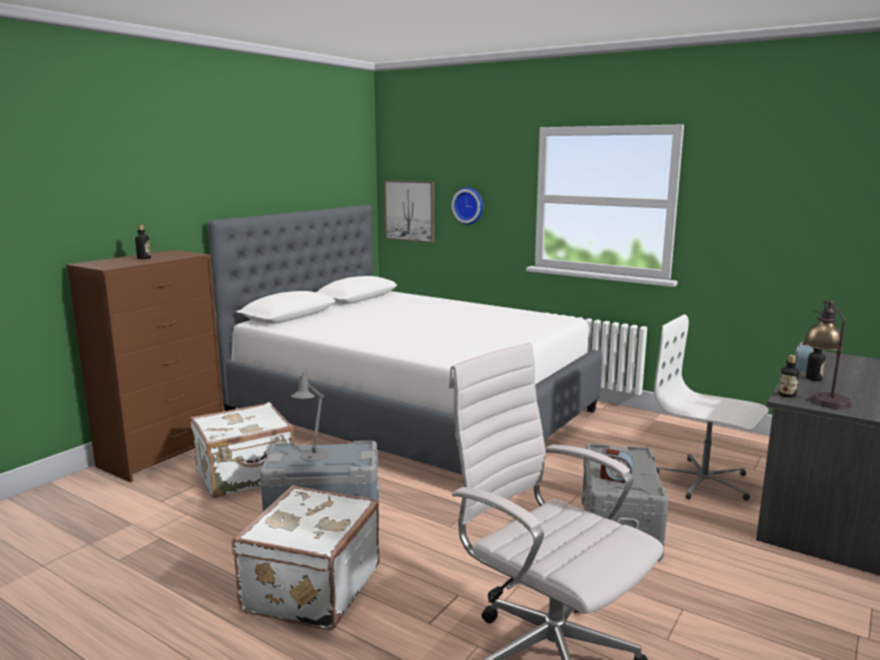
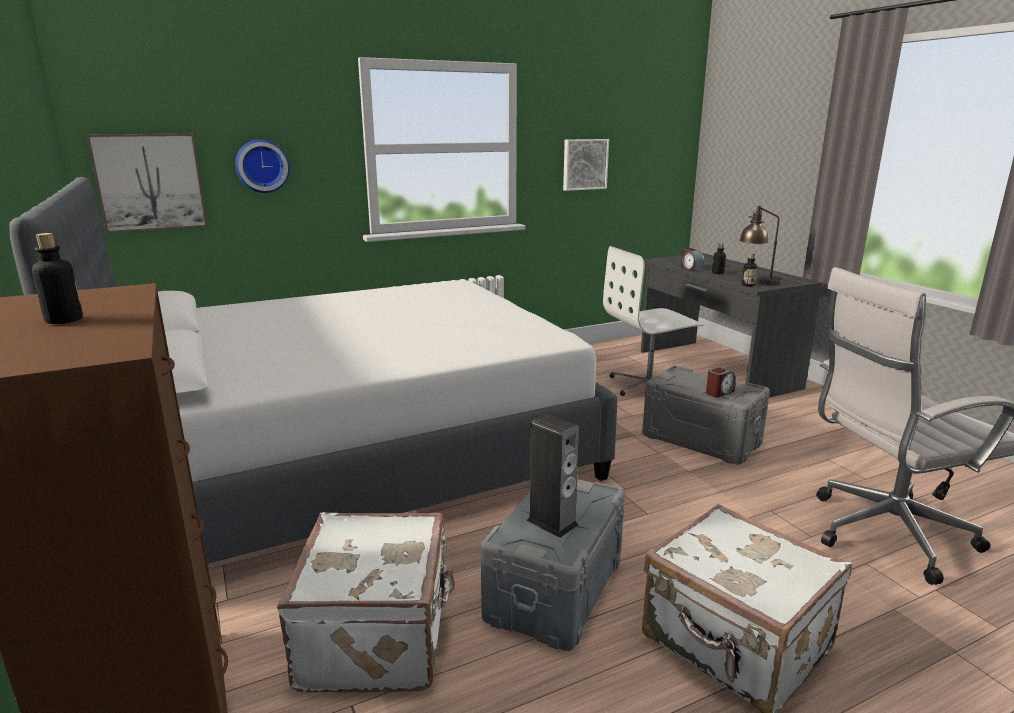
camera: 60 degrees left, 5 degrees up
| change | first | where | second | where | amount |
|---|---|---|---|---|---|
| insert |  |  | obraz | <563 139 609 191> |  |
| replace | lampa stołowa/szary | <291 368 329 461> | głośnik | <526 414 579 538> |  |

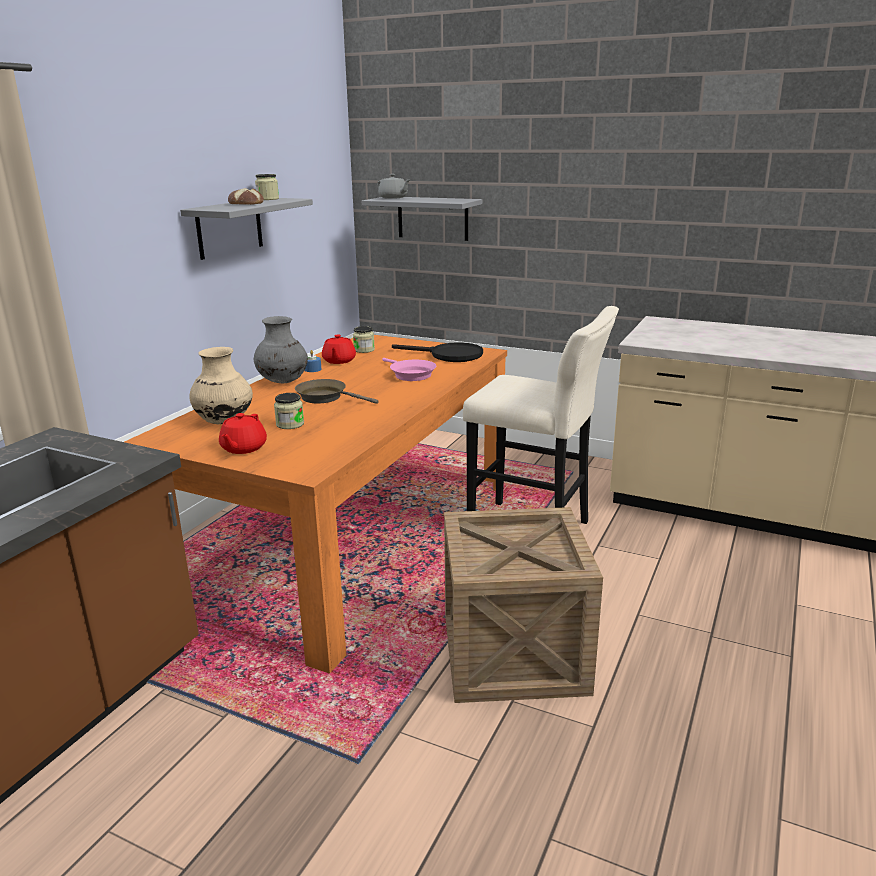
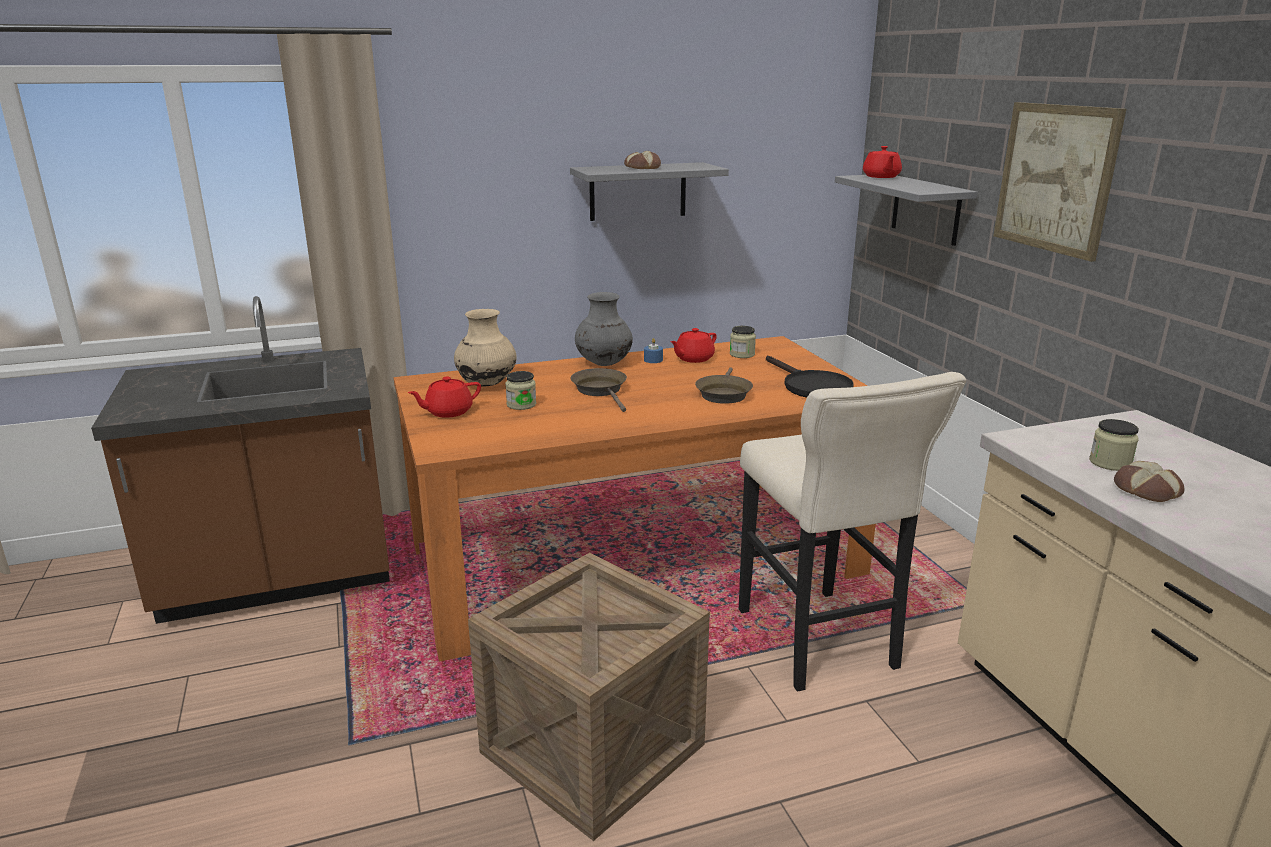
camera: 45 degrees right, 0 degrees up
| change | first | where | second | where | amount |
|---|---|---|---|---|---|
| insert |  |  | obraz | <993 102 1126 262> |  |
| insert |  |  | chleb | <1114 461 1184 502> |  |
| move | słoik | <255 174 279 200> |  | <1089 419 1139 471> |  |
| recolor | imbryk/szary | <377 174 410 199> | imbryk/czerwony | <863 146 902 178> |  |
| recolor | patelnia/różowy | <382 358 436 381> | patelnia/brązowy | <695 367 753 404> |  |

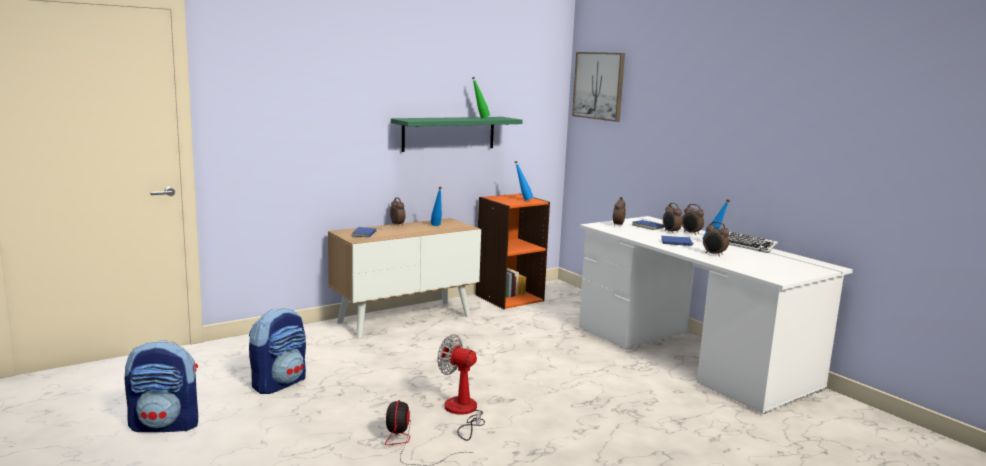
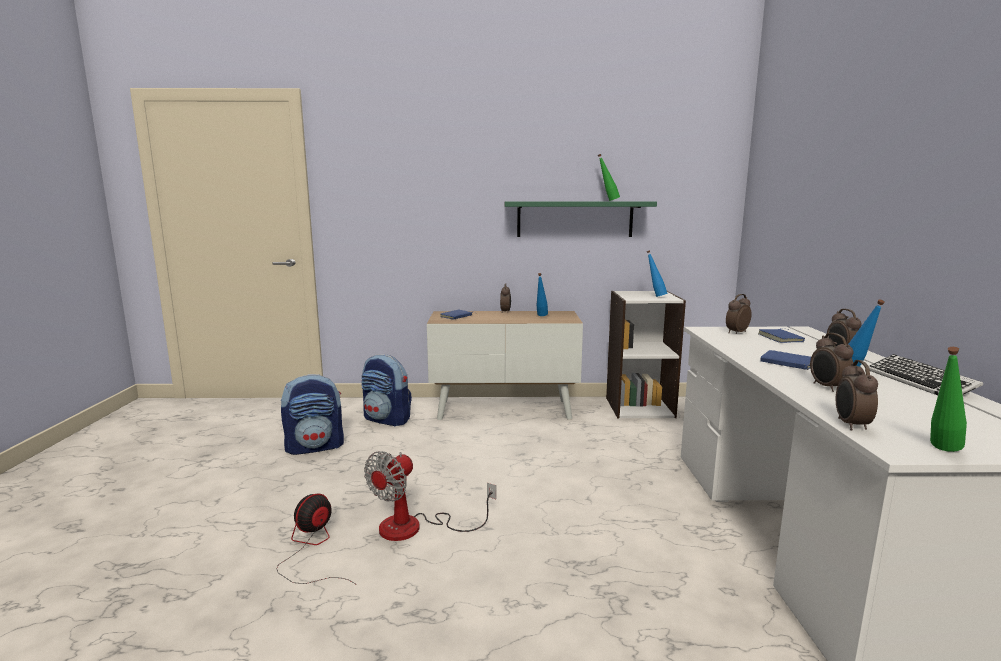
camera: 35 degrees right, 0 degrees up
| change | first | where | second | where | amount |
|---|---|---|---|---|---|
| delete | obraz | <572 52 625 122> |  |  |  |
| insert |  |  | butelka/zielony | <930 347 967 452> |  |
| move | plecak | <125 340 198 432> |  | <361 354 412 427> |  |
| move | budzik | <663 203 682 234> |  | <836 360 878 431> |  |
| recolor | regał/pomarańczowy | <475 193 550 309> | regał/biały | <606 291 686 418> |  |
| rotate | wentylator | <438 334 485 441> |  | <364 451 496 541> | 120 degrees counterclockwise |

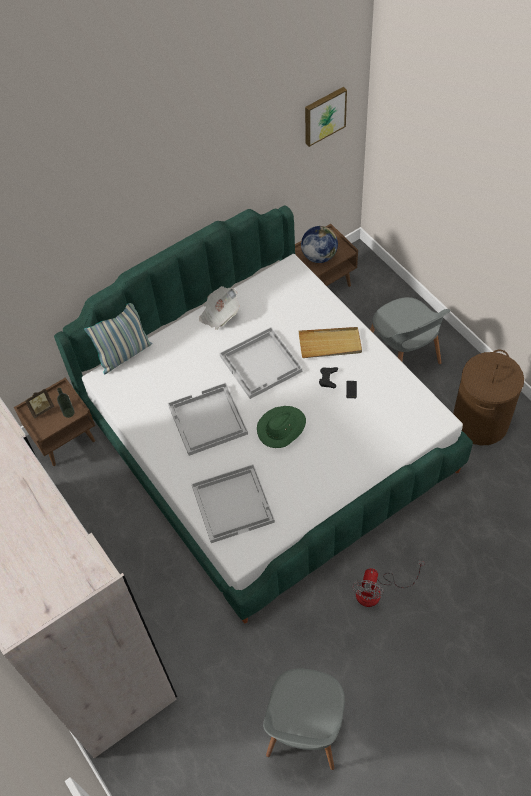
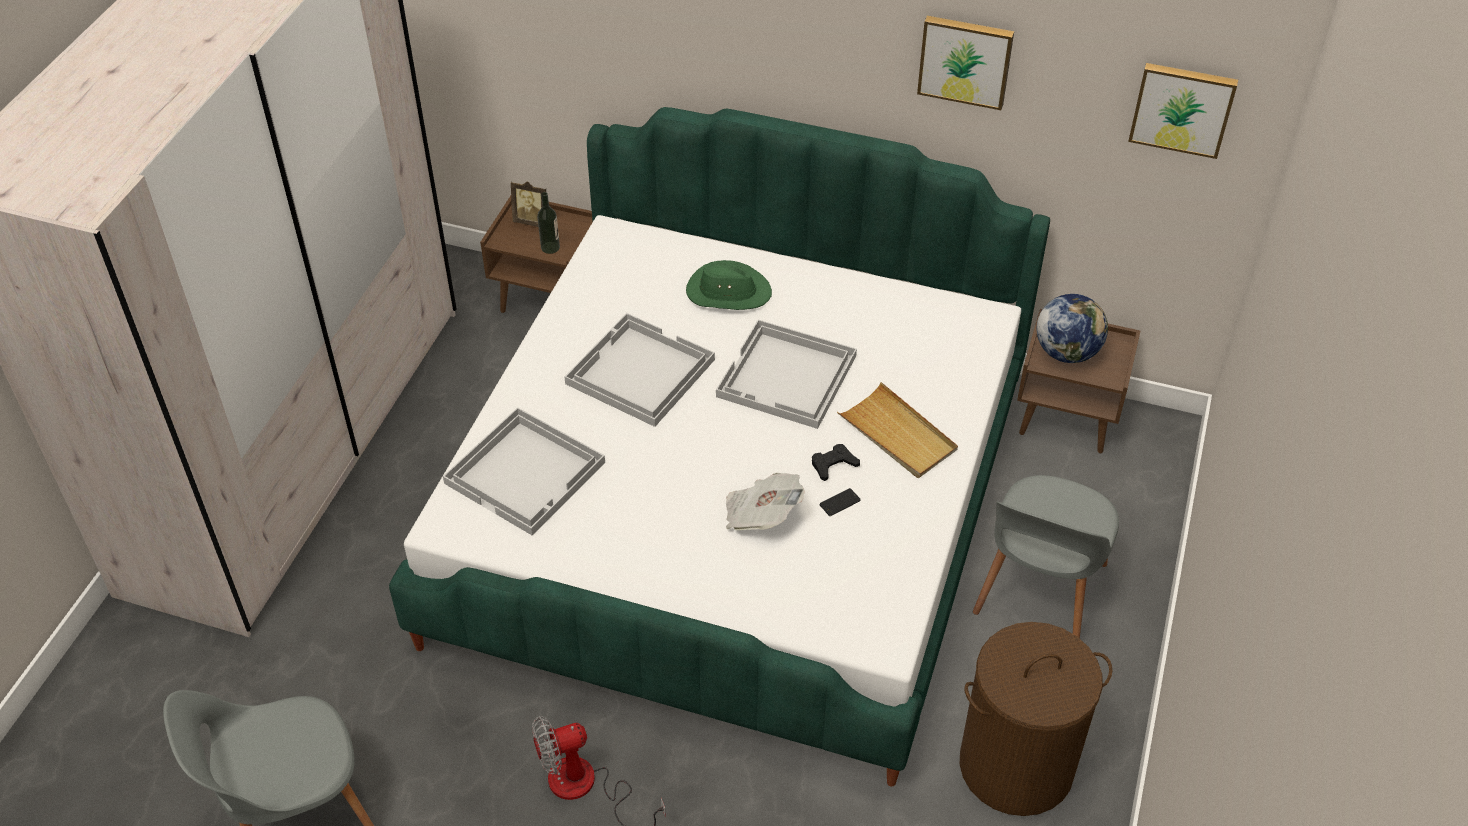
camera: 50 degrees right, 10 degrees down
| change | first | where | second | where | amount |
|---|---|---|---|---|---|
| delete | poduszka | <84 303 152 374> |  |  |  |
| insert |  |  | obraz | <917 16 1014 110> |  |
| move | gazeta | <199 286 239 330> |  | <726 473 805 531> |  |
| move | kapelusz/zielony | <257 406 306 448> |  | <686 260 772 310> |  |

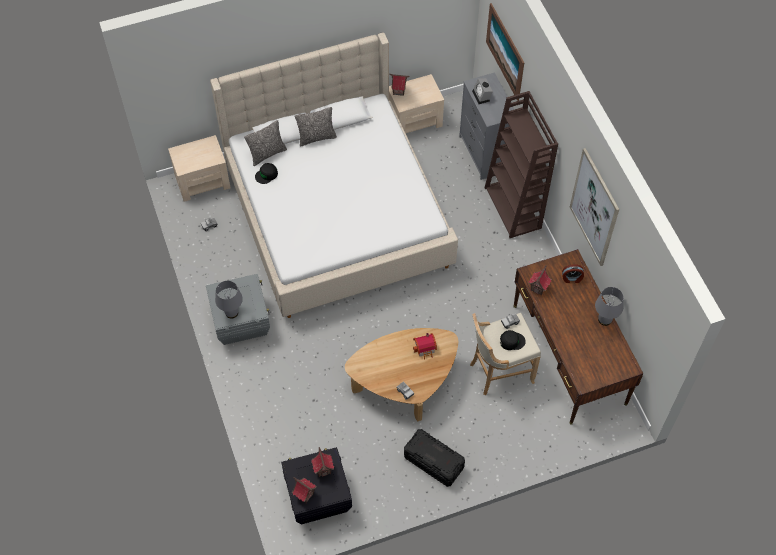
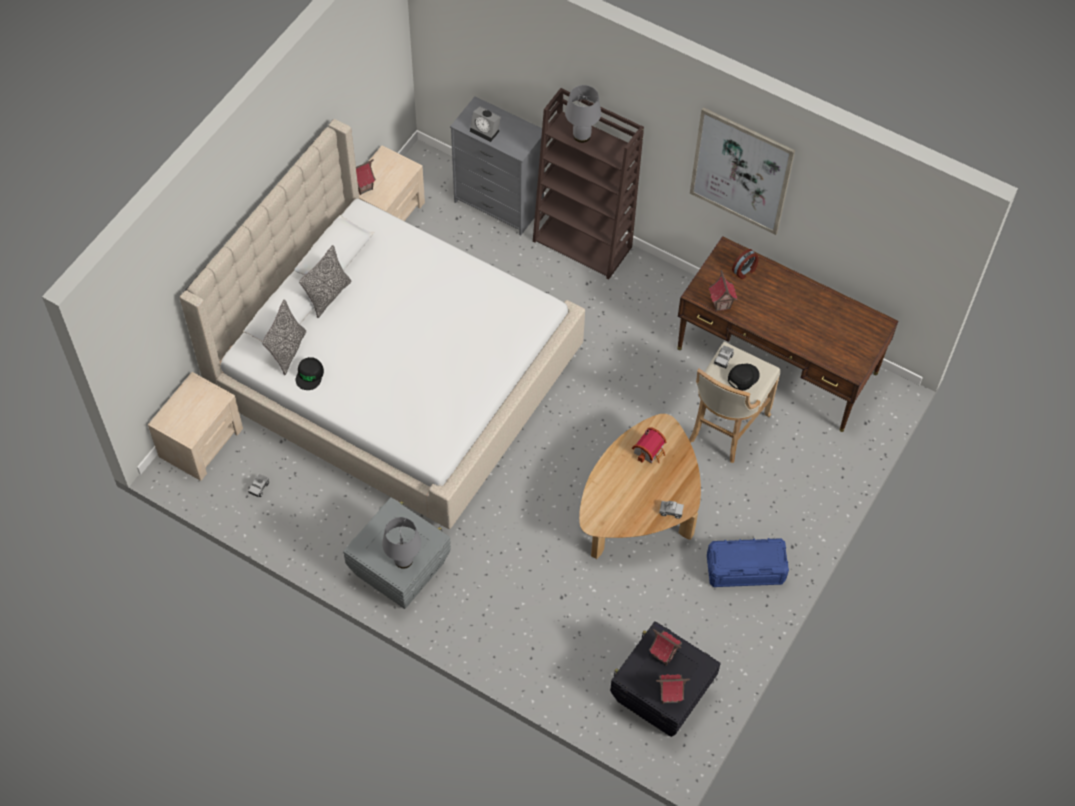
camera: 40 degrees left, 0 degrees up
| change | first | where | second | where | amount |
|---|---|---|---|---|---|
| delete | obraz | <486 3 524 101> |  |  |  |
| move | lampa stołowa/szary | <595 287 624 326> |  | <565 85 601 143> |  |
| recolor | pojemnik do przechowywania/czarny | <404 429 465 487> | pojemnik do przechowywania/niebieski | <707 538 789 587> |  |

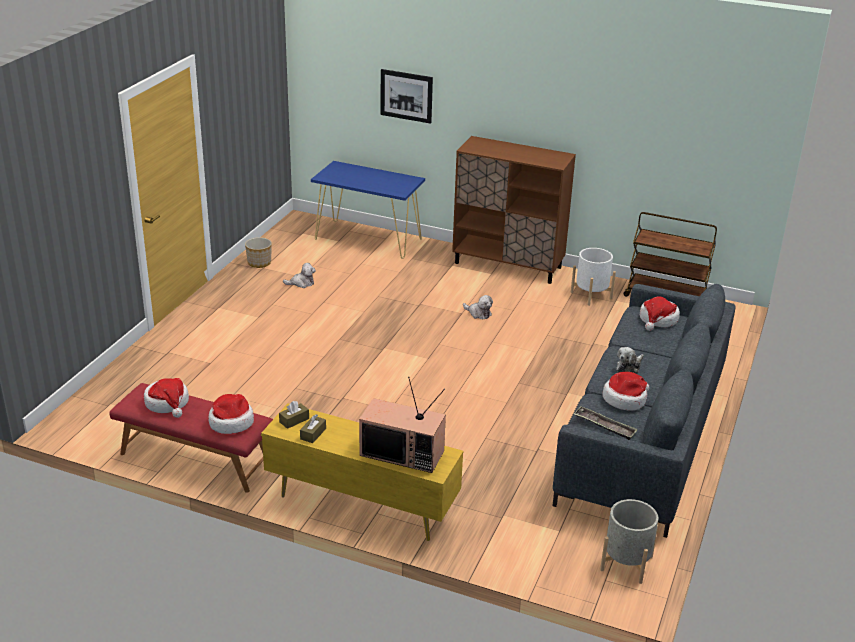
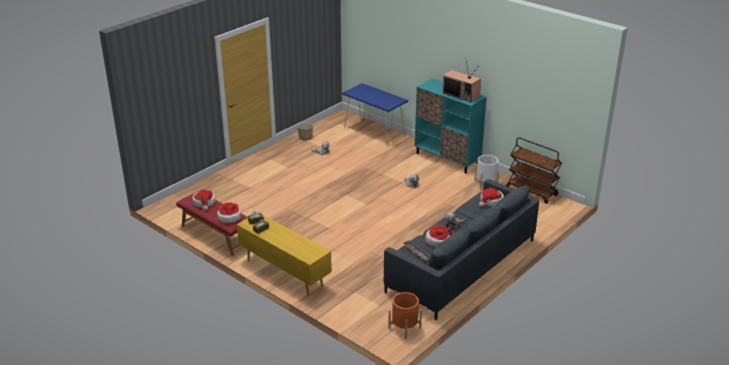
camera: 20 degrees right, 0 degrees up
| change | first | where | second | where | amount |
|---|---|---|---|---|---|
| delete | obraz | <380 69 433 124> |  |  |  |
| move | telewizor | <359 377 446 473> |  | <442 61 481 102> |  |
| recolor | szafka/brązowy | <452 136 576 284> | szafka/turkusowy | <415 78 487 173> |  |
| recolor | donica/szary | <600 499 658 584> | donica/pomarańczowy | <388 292 422 339> |  |

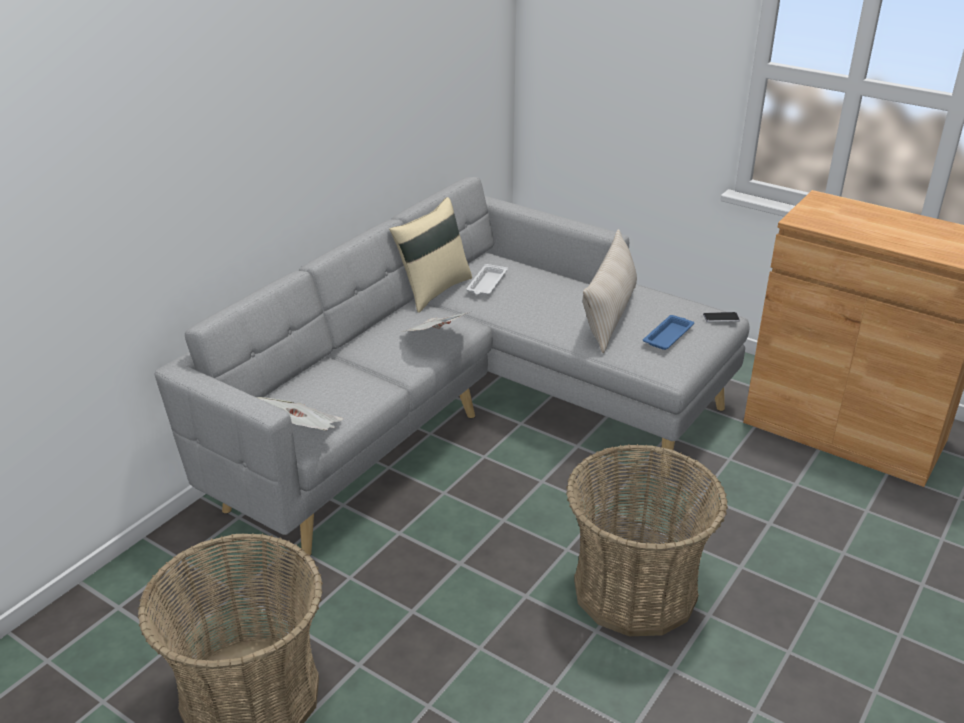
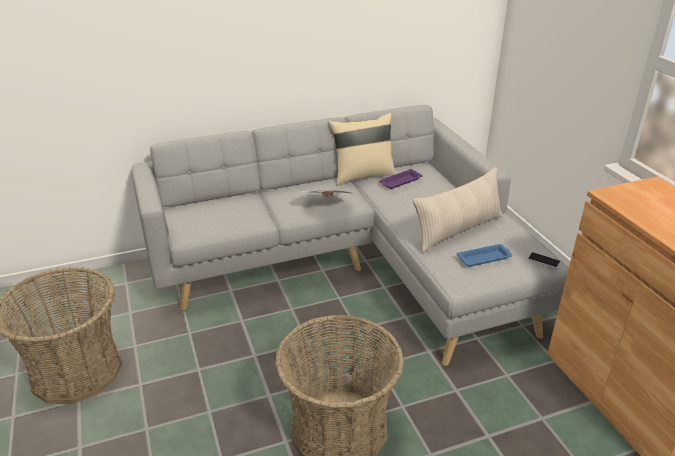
camera: 35 degrees right, 0 degrees up
| change | first | where | second | where | amount |
|---|---|---|---|---|---|
| delete | gazeta | <256 397 343 430> |  |  |  |
| recolor | taca/biały | <466 264 508 296> | taca/fioletowy | <379 169 423 189> |  |

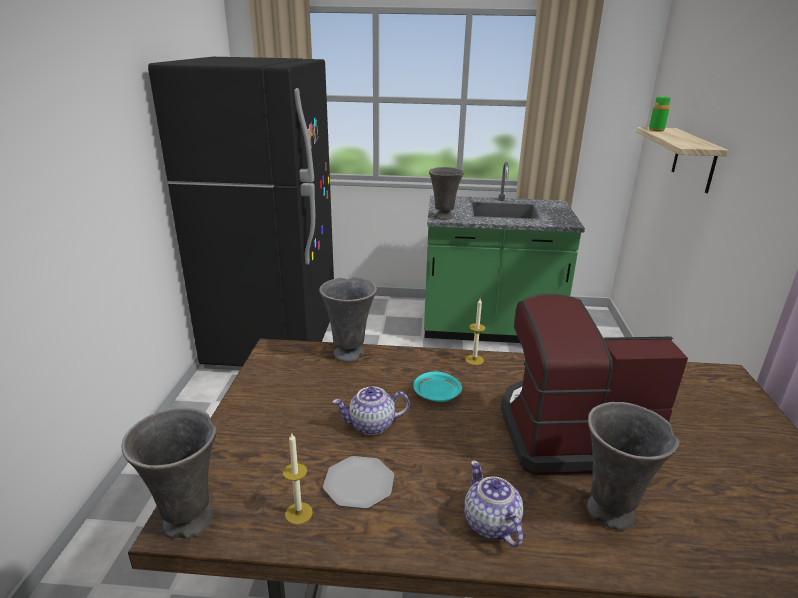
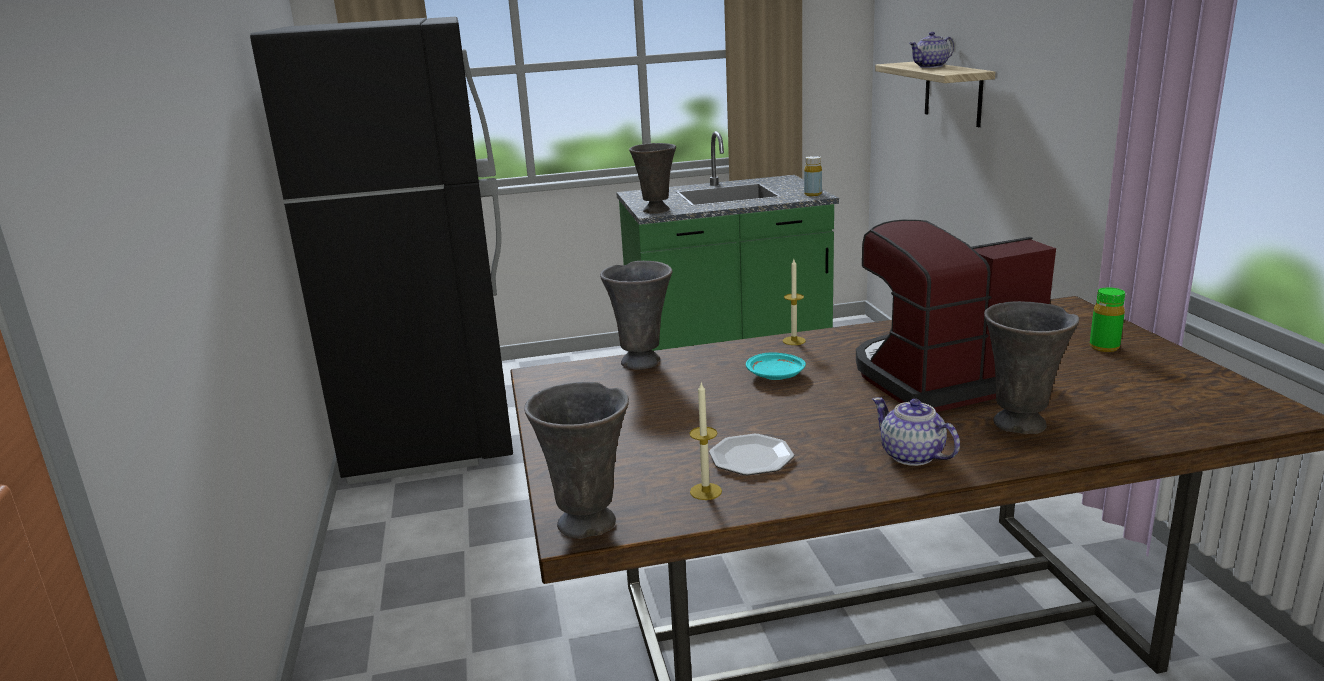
camera: 15 degrees left, 5 degrees down
| change | first | where | second | where | amount |
|---|---|---|---|---|---|
| insert |  |  | butelka/żółty | <804 156 822 196> |  |
| move | imbryk | <332 387 410 435> |  | <909 32 954 68> |  |
| move | butelka/zielony | <649 97 671 131> |  | <1090 288 1125 352> |  |

